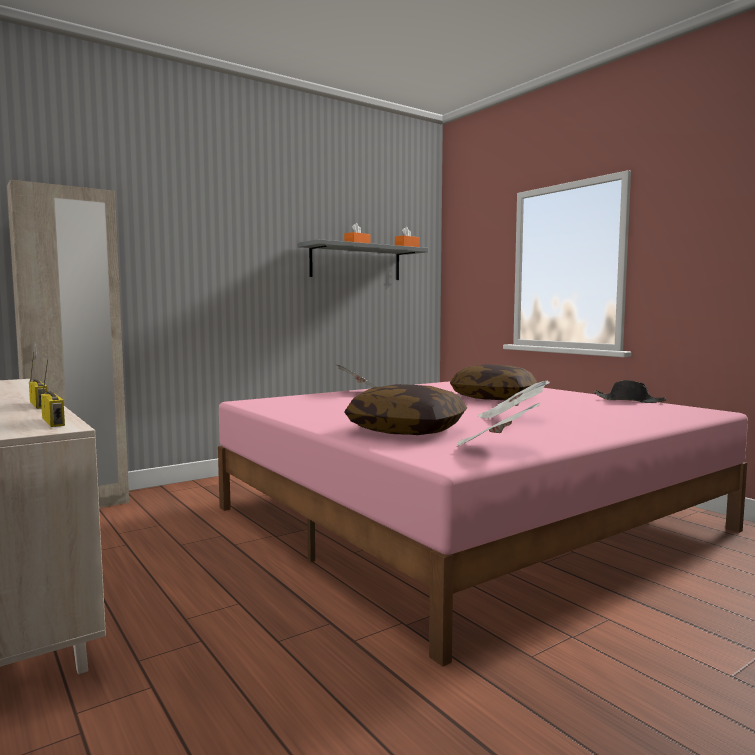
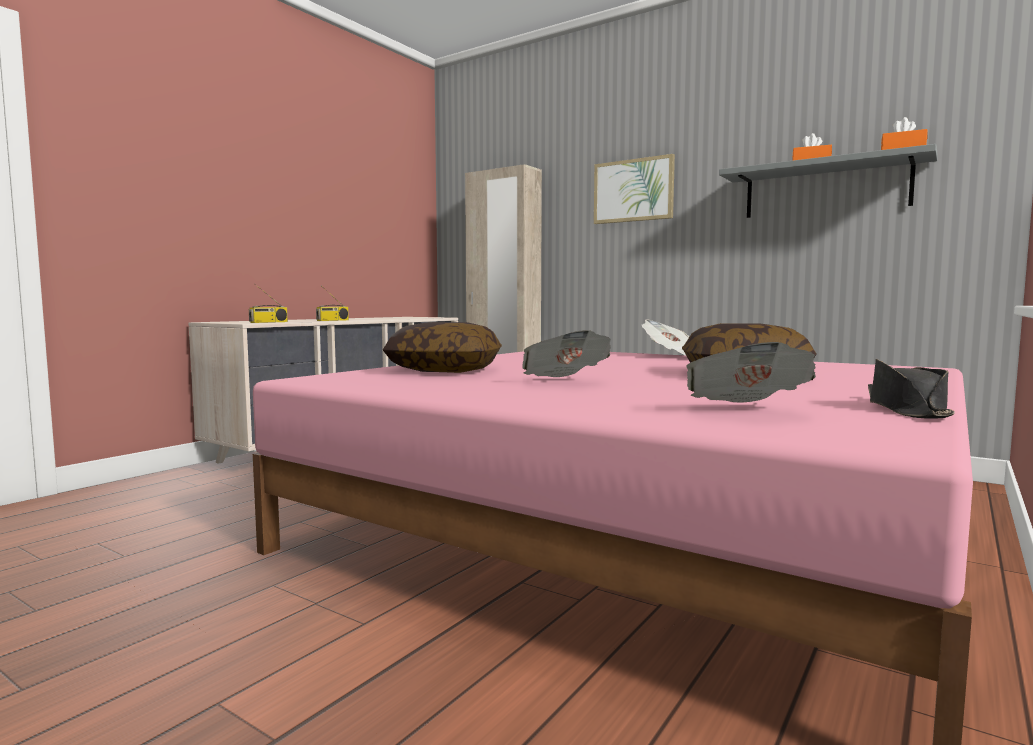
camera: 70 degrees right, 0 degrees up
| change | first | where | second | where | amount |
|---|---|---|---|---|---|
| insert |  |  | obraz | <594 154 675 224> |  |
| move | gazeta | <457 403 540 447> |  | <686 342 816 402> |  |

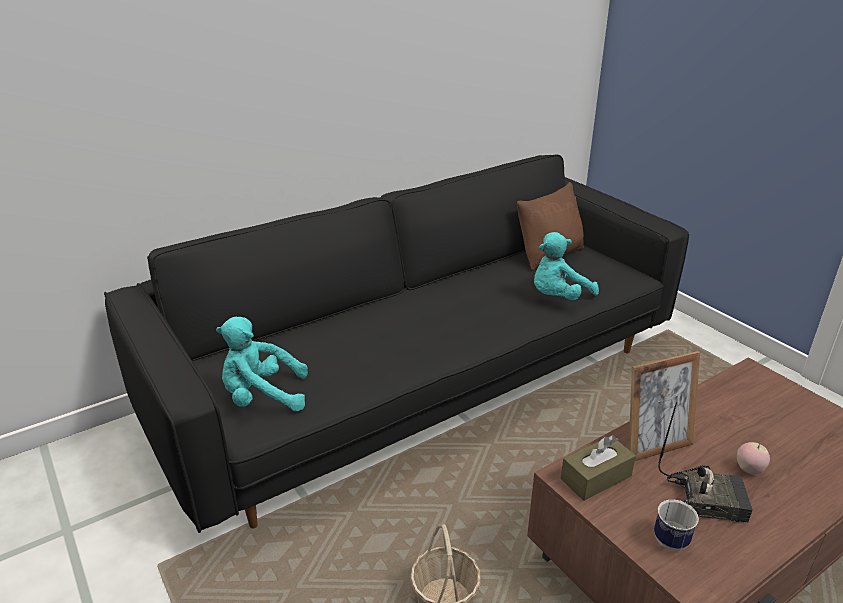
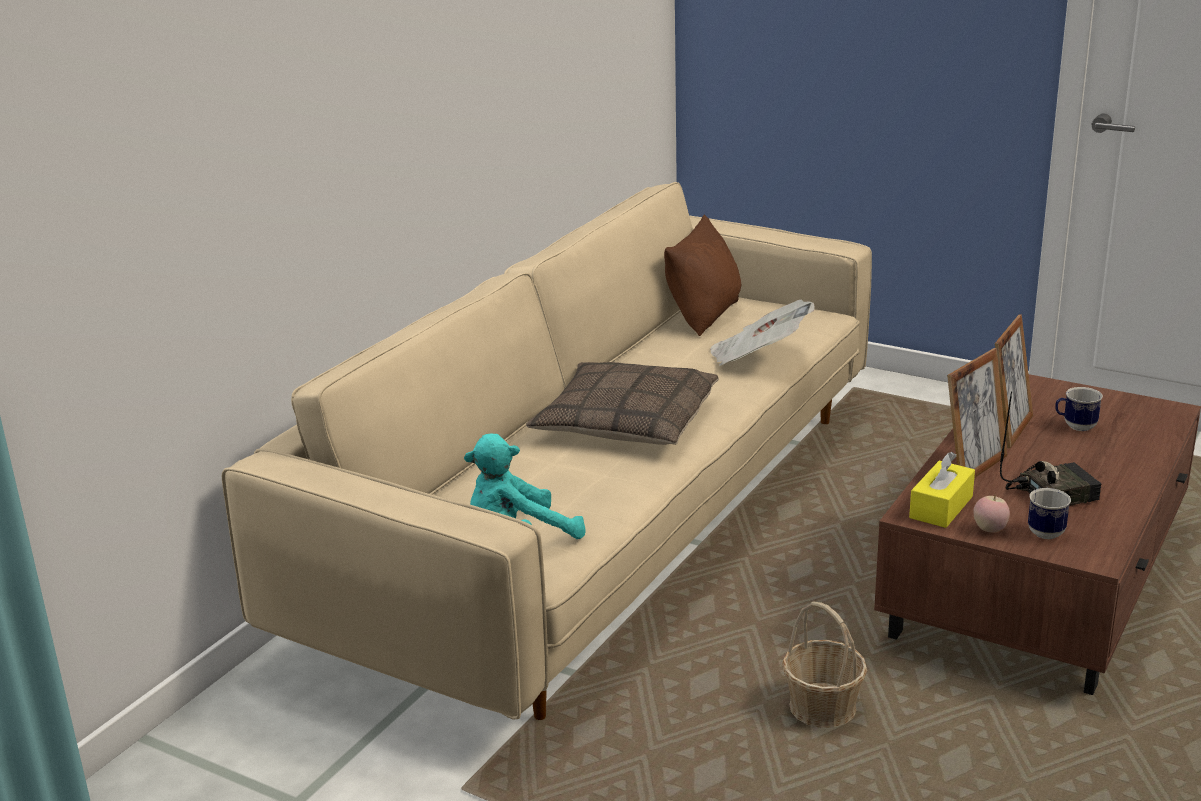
camera: 25 degrees left, 5 degrees down
| change | first | where | second | where | amount |
|---|---|---|---|---|---|
| insert |  |  | poduszka | <526 362 719 445> |  |
| insert |  |  | ramka na zdjęcie | <995 314 1033 448> |  |
| insert |  |  | kubek | <1055 387 1103 431> |  |
| move | jabłko | <737 442 770 474> |  | <973 495 1010 533> |  |
| replace | pluszak/turkusowy | <534 232 599 300> | gazeta | <710 300 815 366> |  |
| recolor | kanapa/czarny | <104 155 689 533> | kanapa/beżowy | <222 182 872 720> |  |
| recolor | pudełko chusteczek/brązowy | <561 435 636 501> | pudełko chusteczek/żółty | <909 452 975 528> |  |

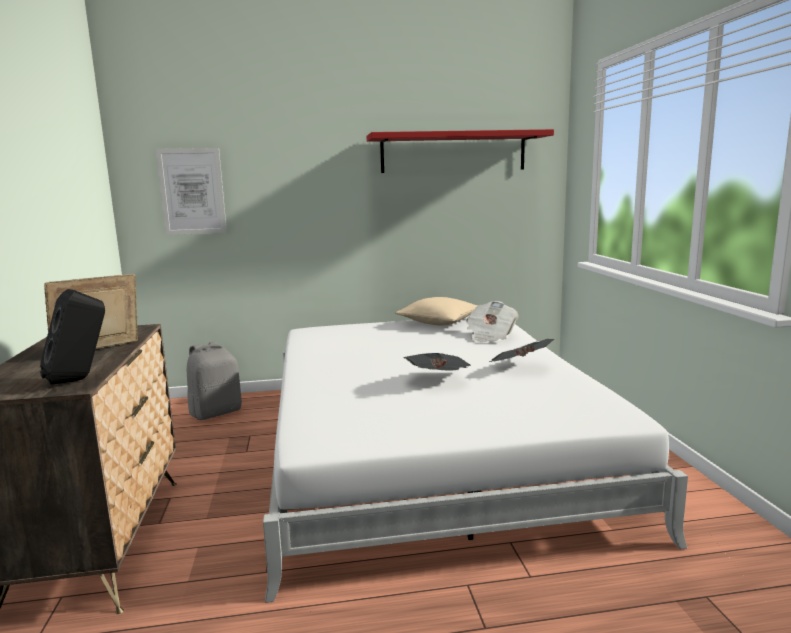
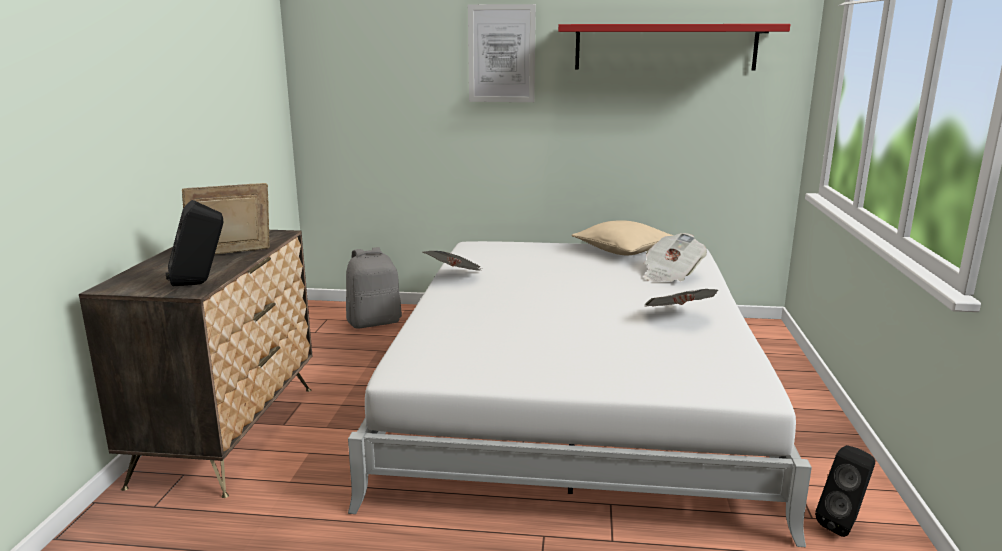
camera: 15 degrees right, 5 degrees up
| change | first | where | second | where | amount |
|---|---|---|---|---|---|
| insert |  |  | głośnik/czarny | <815 445 875 537> |  |
| move | obraz | <156 148 227 235> |  | <468 4 536 102> |  |
| move | gazeta | <403 353 470 371> |  | <422 251 482 270> |  |

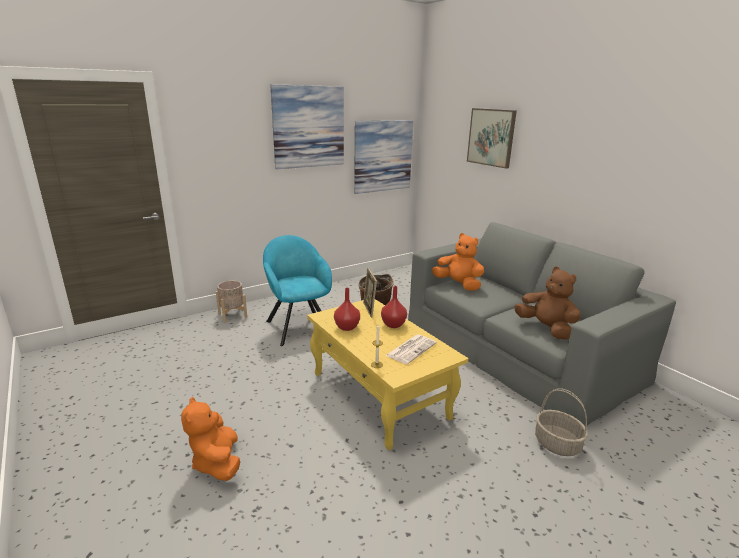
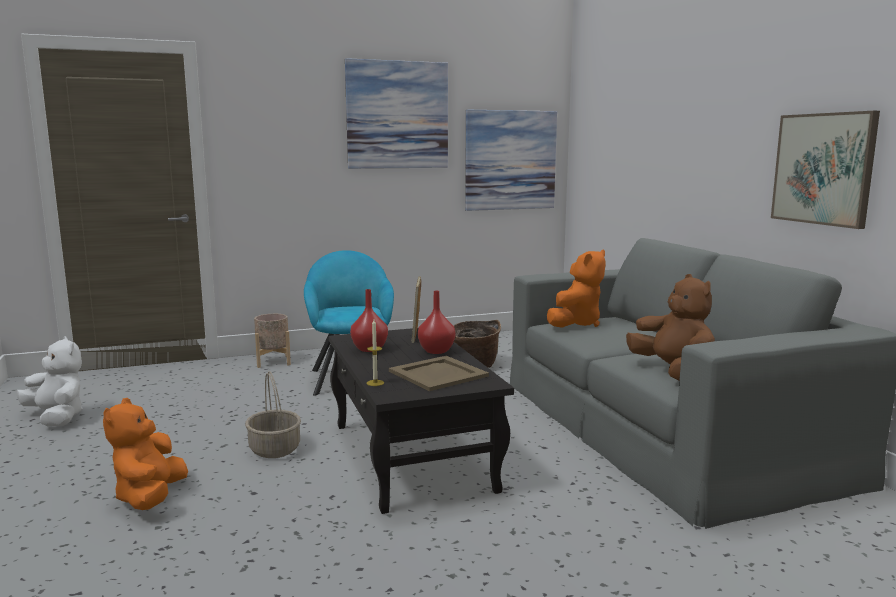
camera: 15 degrees right, 10 degrees down
| change | first | where | second | where | amount |
|---|---|---|---|---|---|
| insert |  |  | pluszak/biały | <17 336 83 427> |  |
| move | obraz | <467 108 517 169> |  | <771 111 880 229> |  |
| move | koszyk | <535 388 588 456> |  | <245 371 301 458> |  |
| replace | gazeta | <386 334 437 364> | taca/beżowy | <389 356 489 391> |  |
| recolor | ława/żółty | <307 299 469 450> | ława/czarny | <329 328 514 514> |  |
| rotate | pluszak/pomarańczowy | <432 233 484 291> |  | <547 250 606 328> | 75 degrees clockwise |

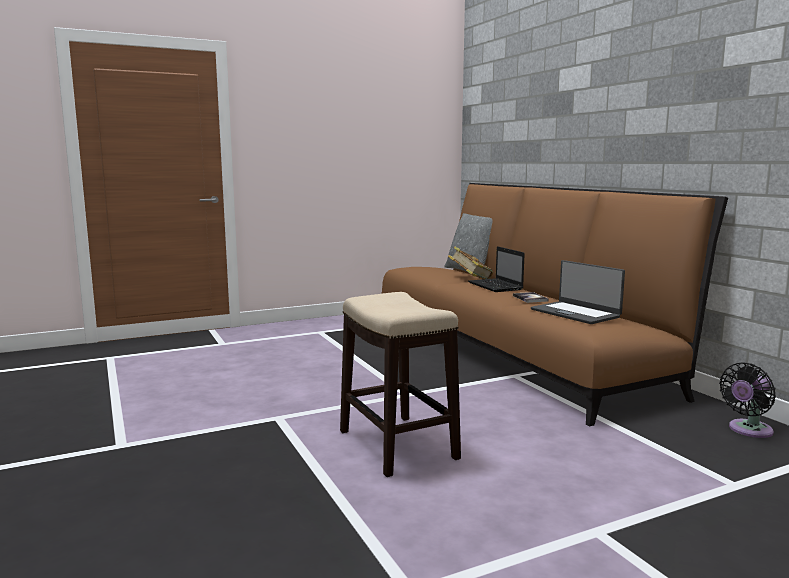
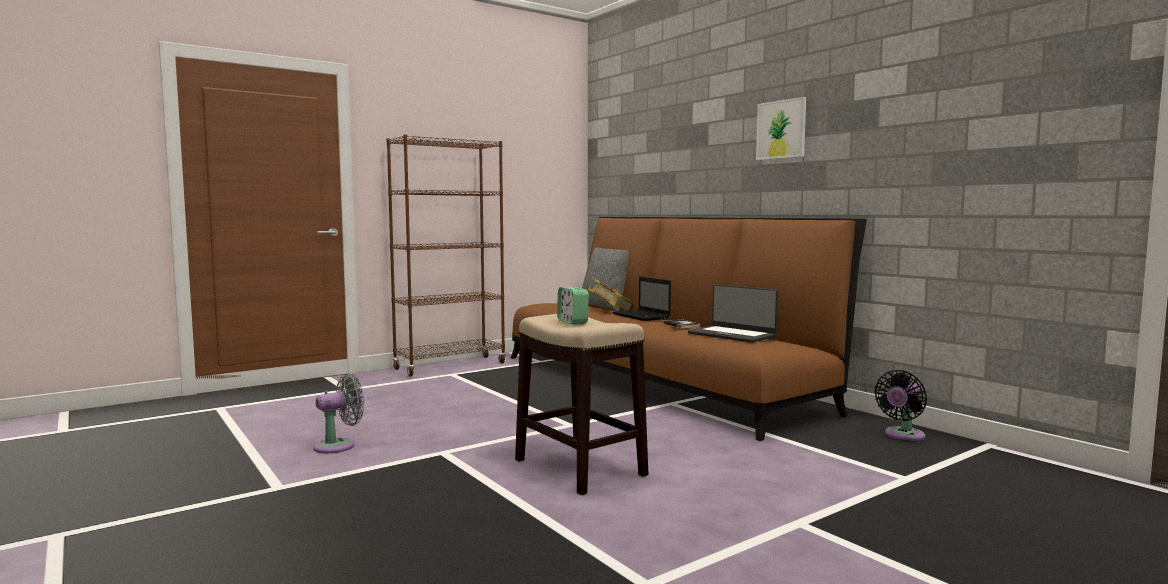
camera: 10 degrees left, 5 degrees down
| change | first | where | second | where | amount |
|---|---|---|---|---|---|
| insert |  |  | wentylator/szary | <313 373 364 454> |  |
| insert |  |  | regał/brązowy | <387 134 506 377> |  |
| insert |  |  | budzik | <557 287 589 324> |  |
| insert |  |  | obraz | <756 97 806 160> |  |

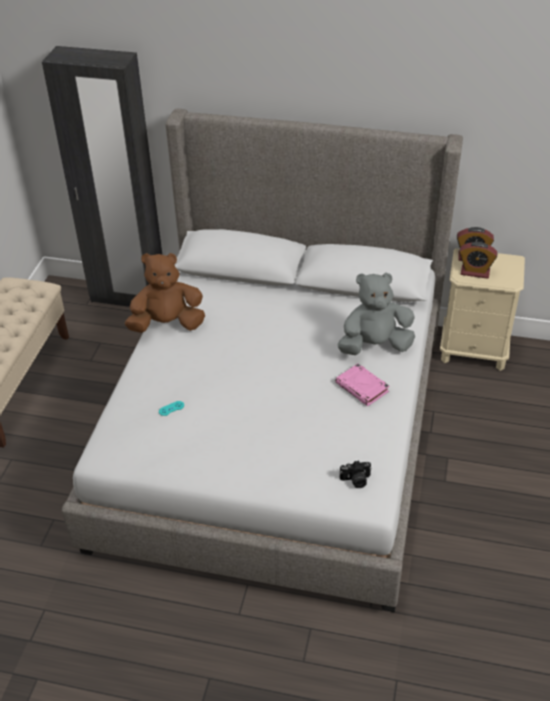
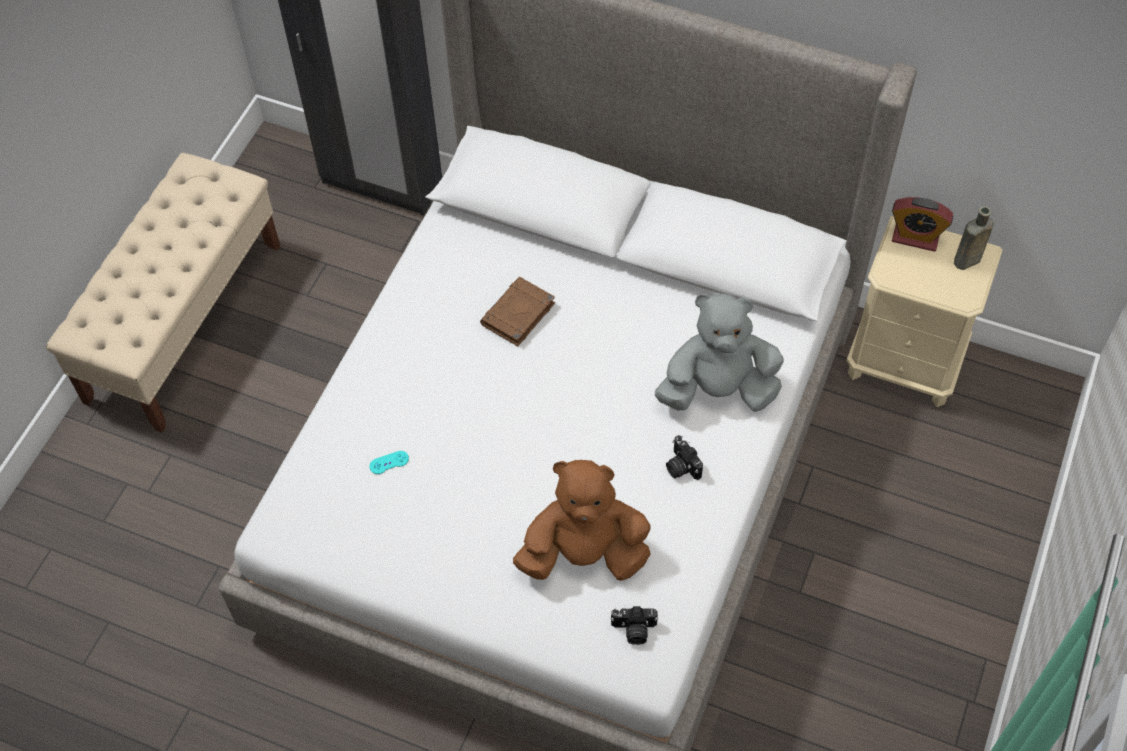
camera: 10 degrees right, 15 degrees up
| change | first | where | second | where | amount |
|---|---|---|---|---|---|
| delete | budzik | <459 242 498 279> |  |  |  |
| insert |  |  | książka/brązowy | <480 277 555 346> |  |
| insert |  |  | butelka/brązowy | <954 206 993 270> |  |
| move | pluszak/brązowy | <125 253 205 333> |  | <513 460 651 581> |  |
| replace | książka/różowy | <335 364 390 406> | aparat fotograficzny | <666 435 703 480> |  |

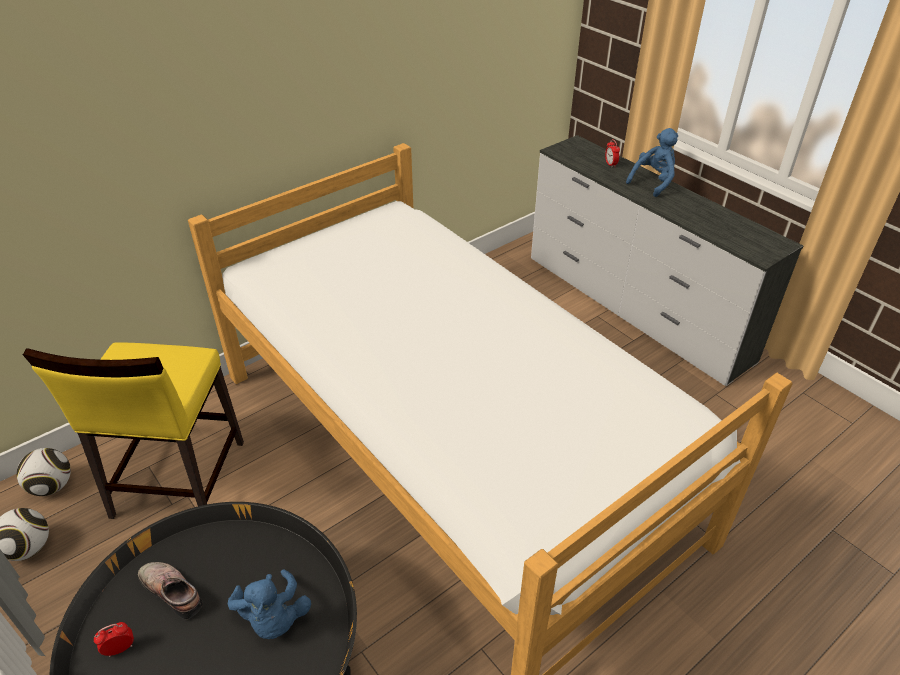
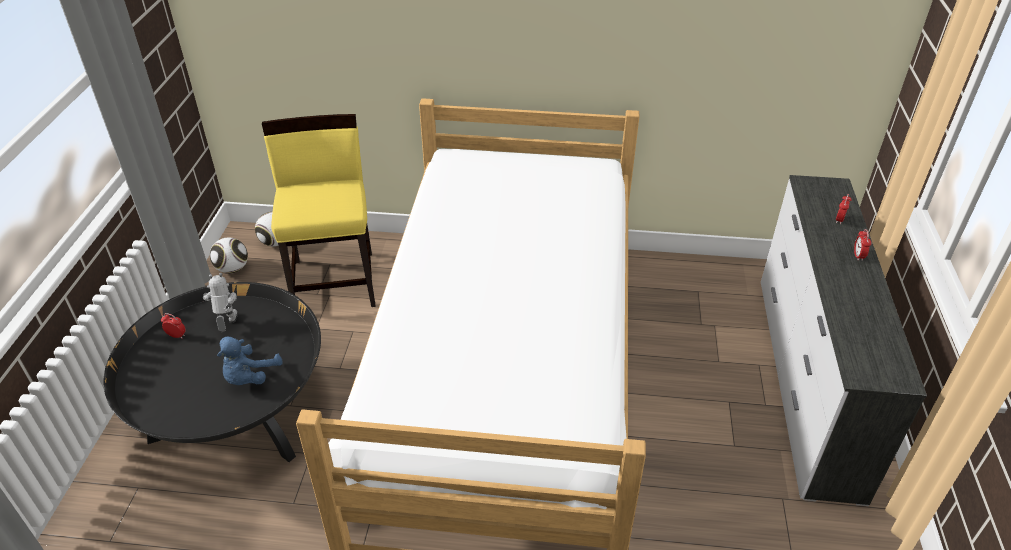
camera: 45 degrees right, 0 degrees up
| change | first | where | second | where | amount |
|---|---|---|---|---|---|
| replace | but | <138 562 203 619> | robot zabawkowy | <203 273 238 332> |  |
| replace | pluszak/niebieski | <626 128 678 197> | budzik | <854 229 872 261> |  |
| rotate | krzesło/żółty | <23 342 244 519> |  | <262 114 376 307> | 120 degrees clockwise |

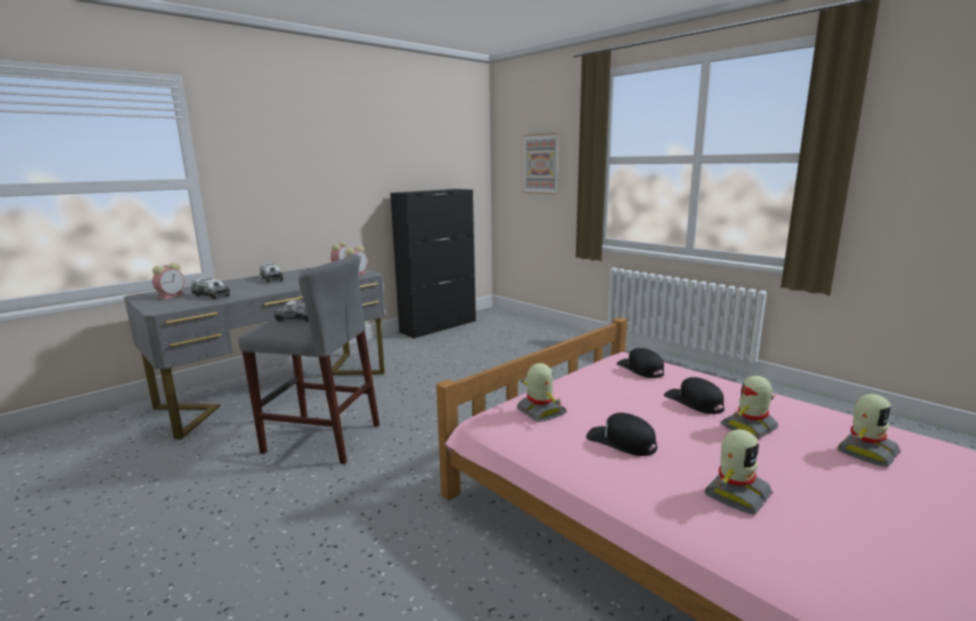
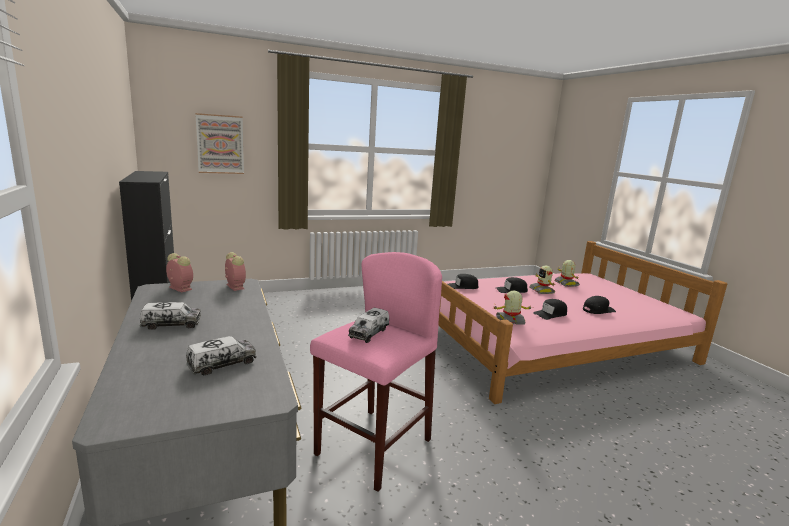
camera: 70 degrees left, 0 degrees up
| change | first | where | second | where | amount |
|---|---|---|---|---|---|
| delete | budzik | <152 263 184 299> |  |  |  |
| replace | robot zabawkowy | <704 429 773 515> | czapka z daszkiem/czarny | <583 296 616 314> |  |
| recolor | stołek/szary | <239 254 380 464> | stołek/różowy | <310 252 442 492> |  |

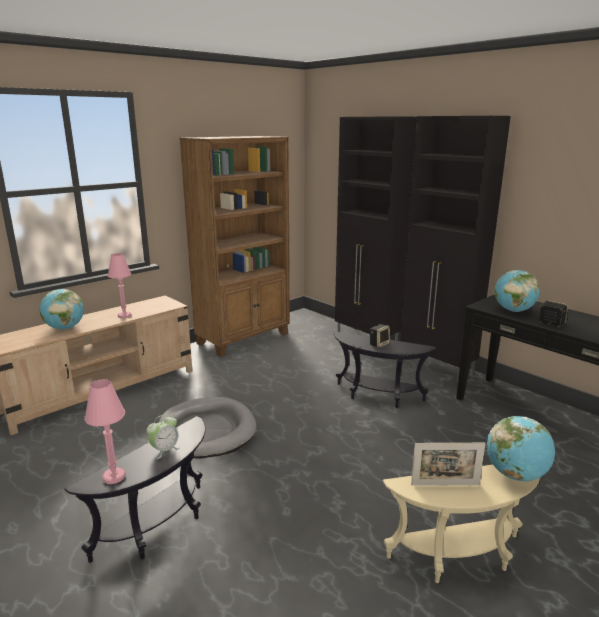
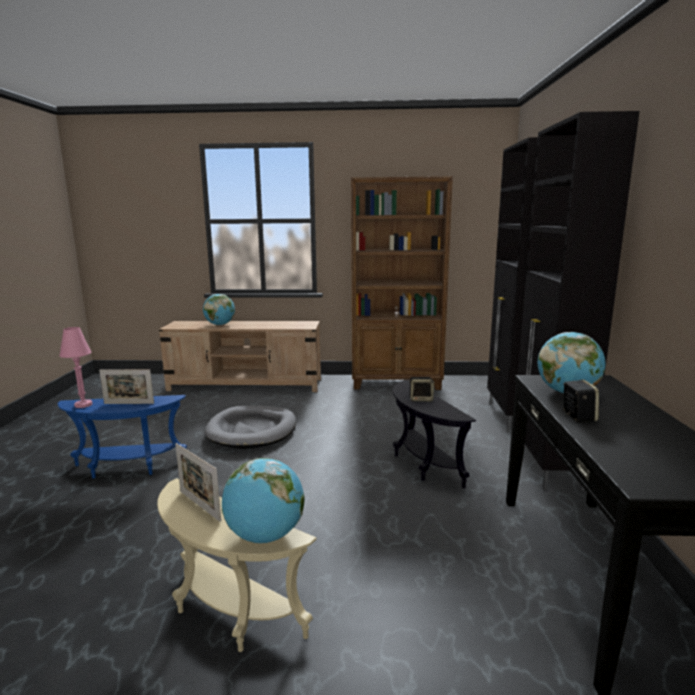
camera: 45 degrees right, 5 degrees down
| change | first | where | second | where | amount |
|---|---|---|---|---|---|
| delete | lampa stołowa/różowy | <108 253 132 318> |  |  |  |
| replace | budzik | <147 415 180 459> | ramka na zdjęcie | <99 369 154 404> |  |
| recolor | stolik/czarny | <65 416 205 563> | stolik/niebieski | <57 395 187 479> |  |

